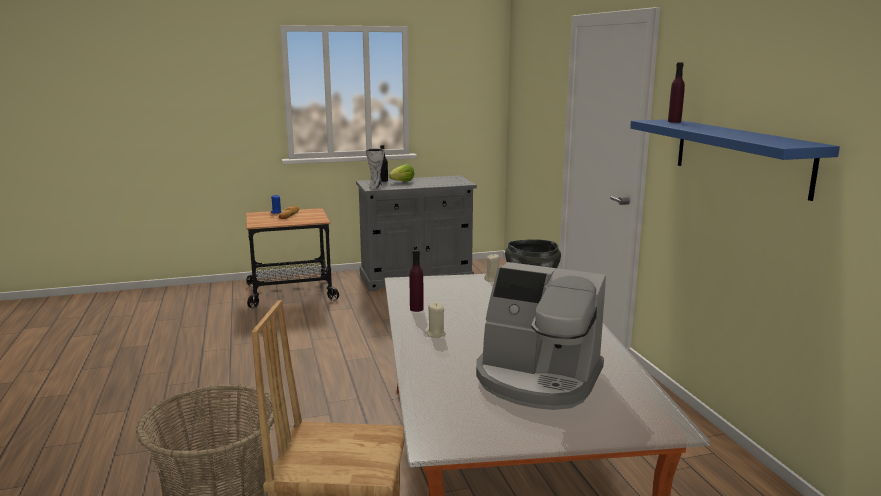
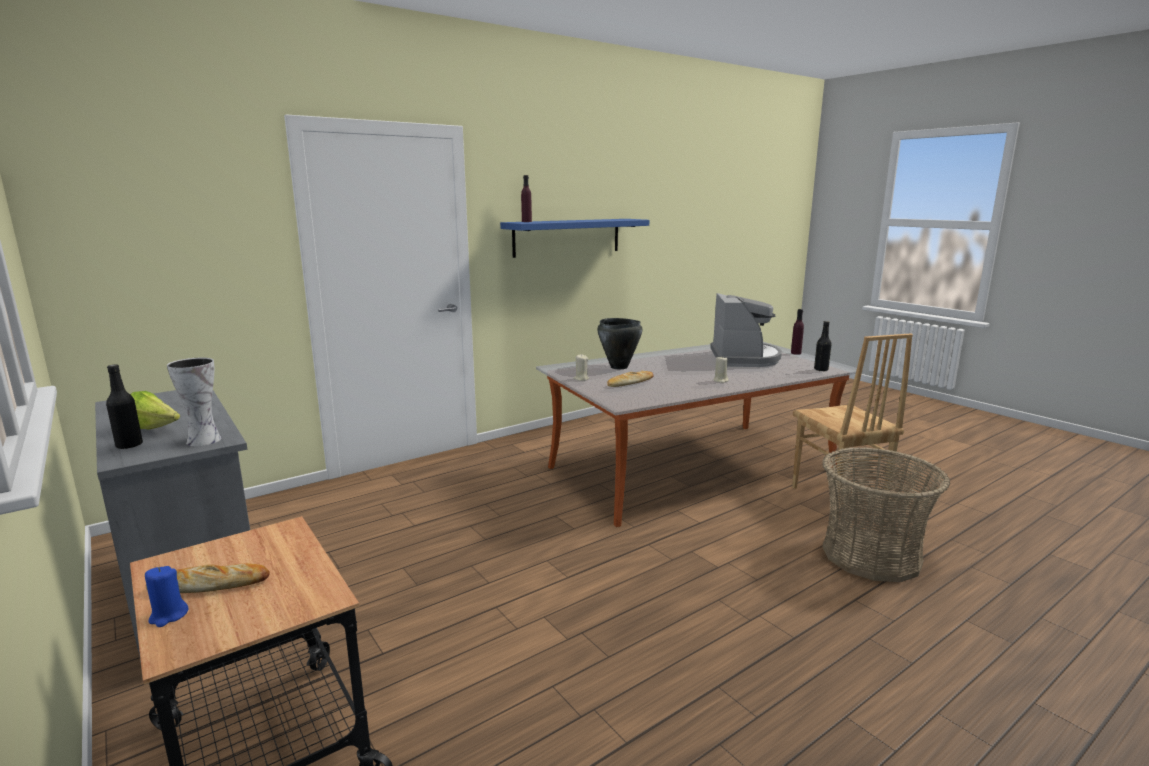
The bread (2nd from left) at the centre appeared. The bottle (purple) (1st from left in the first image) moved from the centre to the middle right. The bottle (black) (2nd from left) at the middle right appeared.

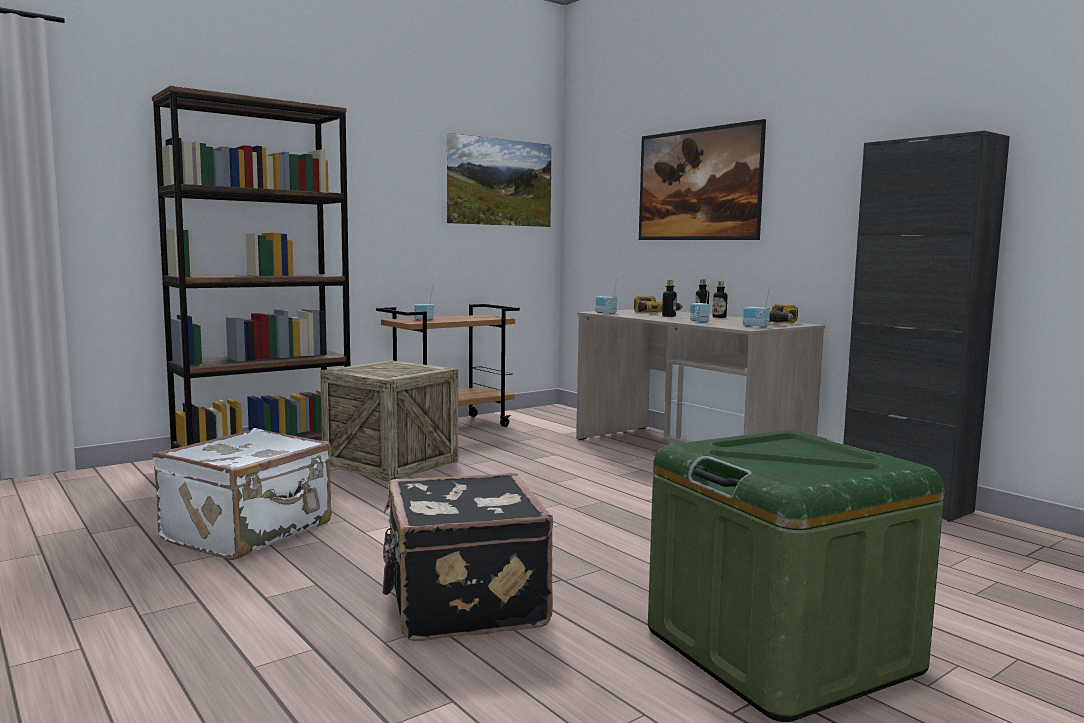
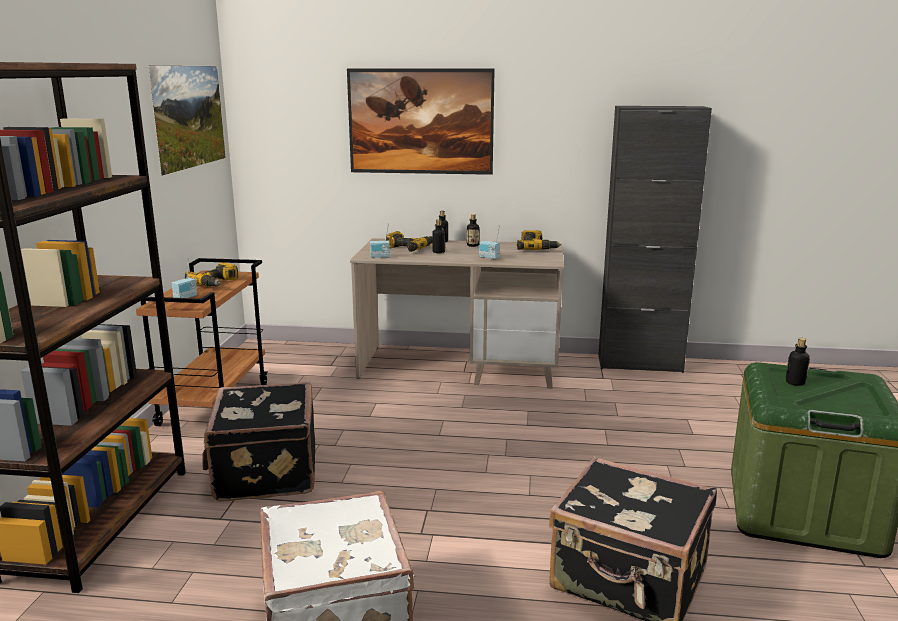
The power drill (1st from left) at the middle left appeared. The crate at the centre was replaced by the suitcase (black) (1st from left) at the bottom left. The bottle (4th from left) at the middle right appeared. The radio (4th from left) at the middle right disappeared.

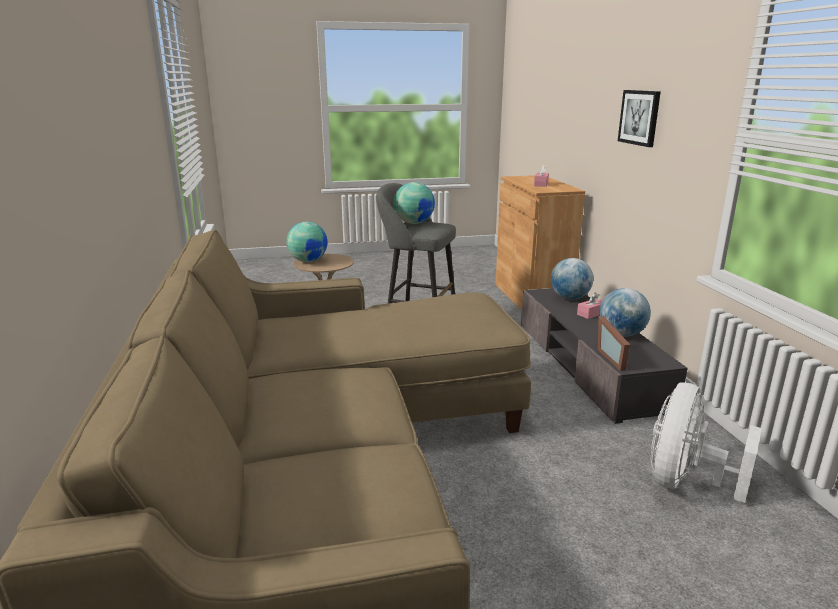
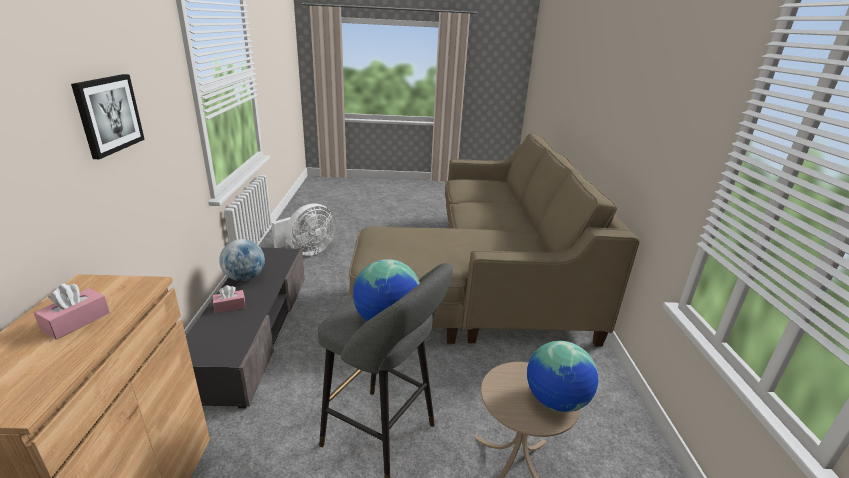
The globe (3rd from left) at the middle right disappeared. The picture frame at the middle right disappeared.

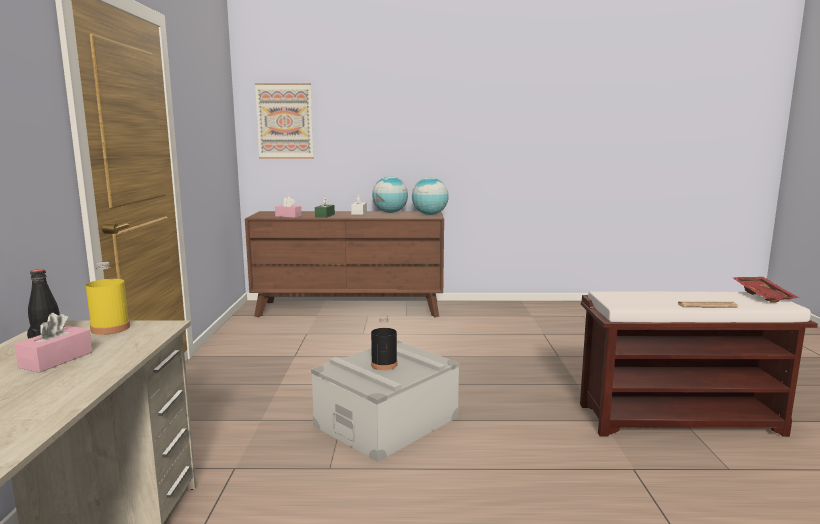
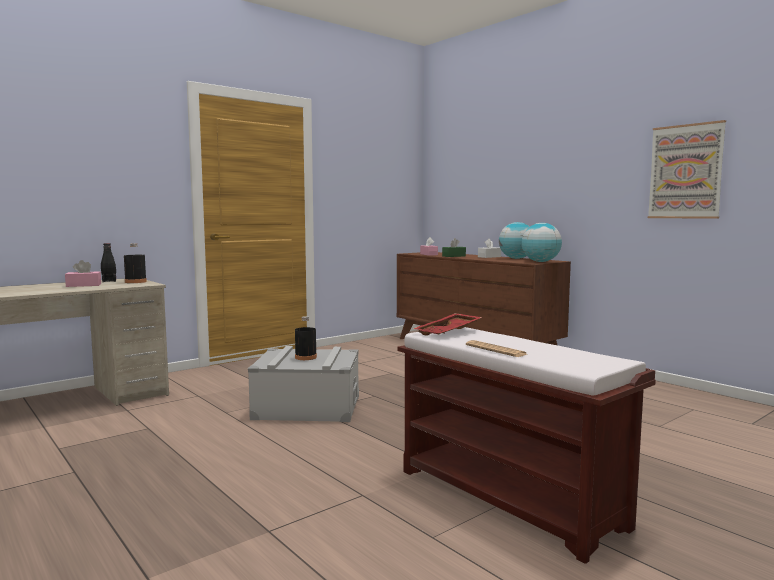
The bottle (yellow) at the middle left became the bottle (black) (2nd from left) at the middle left. The tray (red) moved from the middle right to the centre. The picture moved from the top centre to the top right.

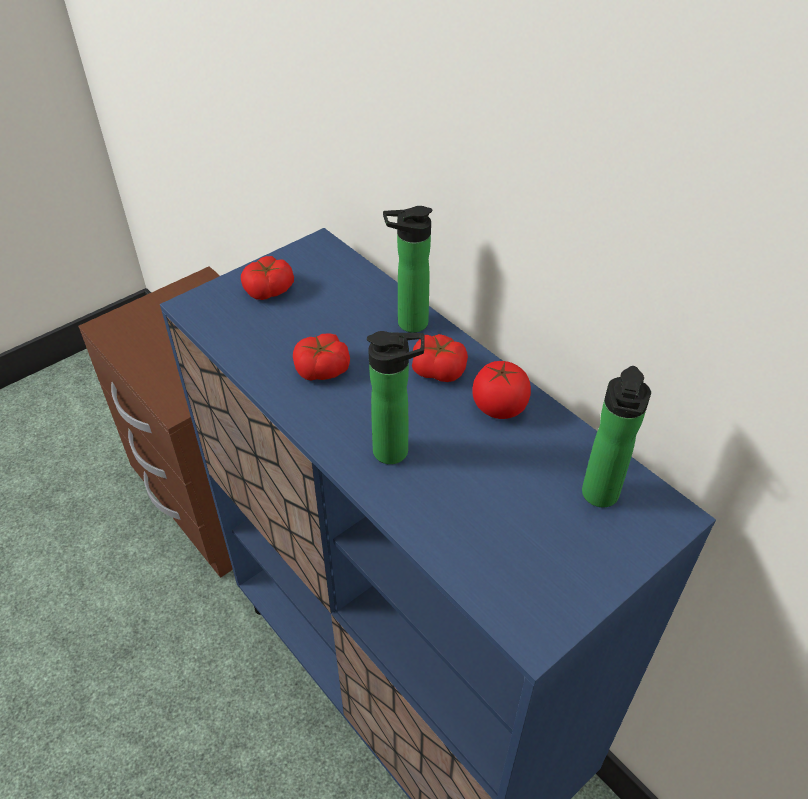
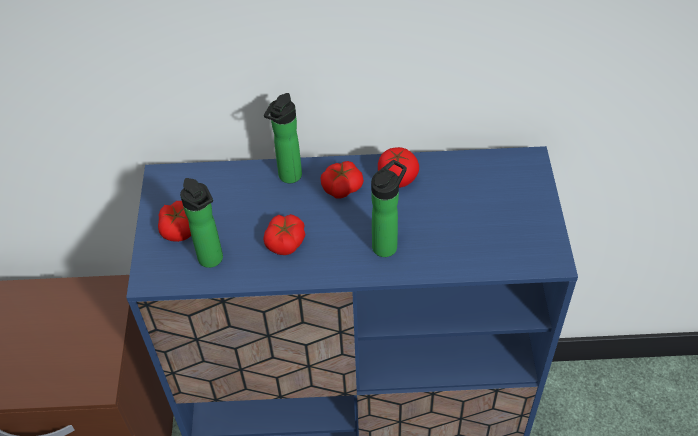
The bottle (3rd from left in the first image) moved from the middle right to the middle left.

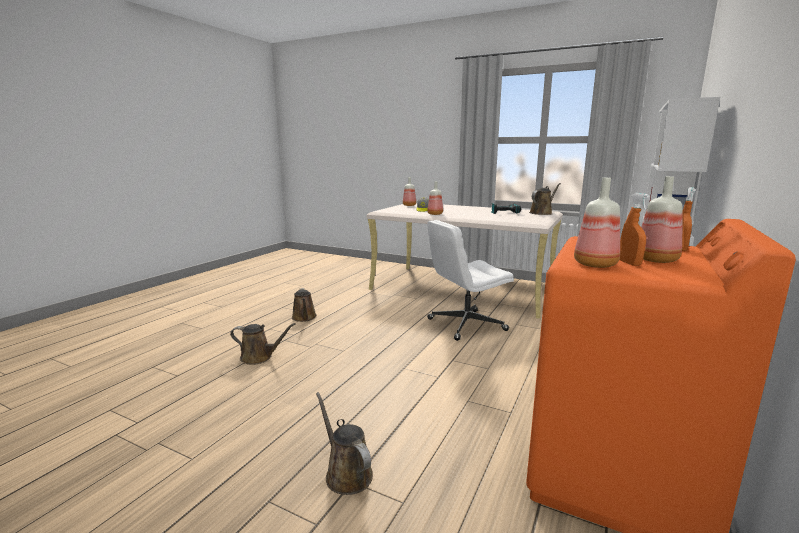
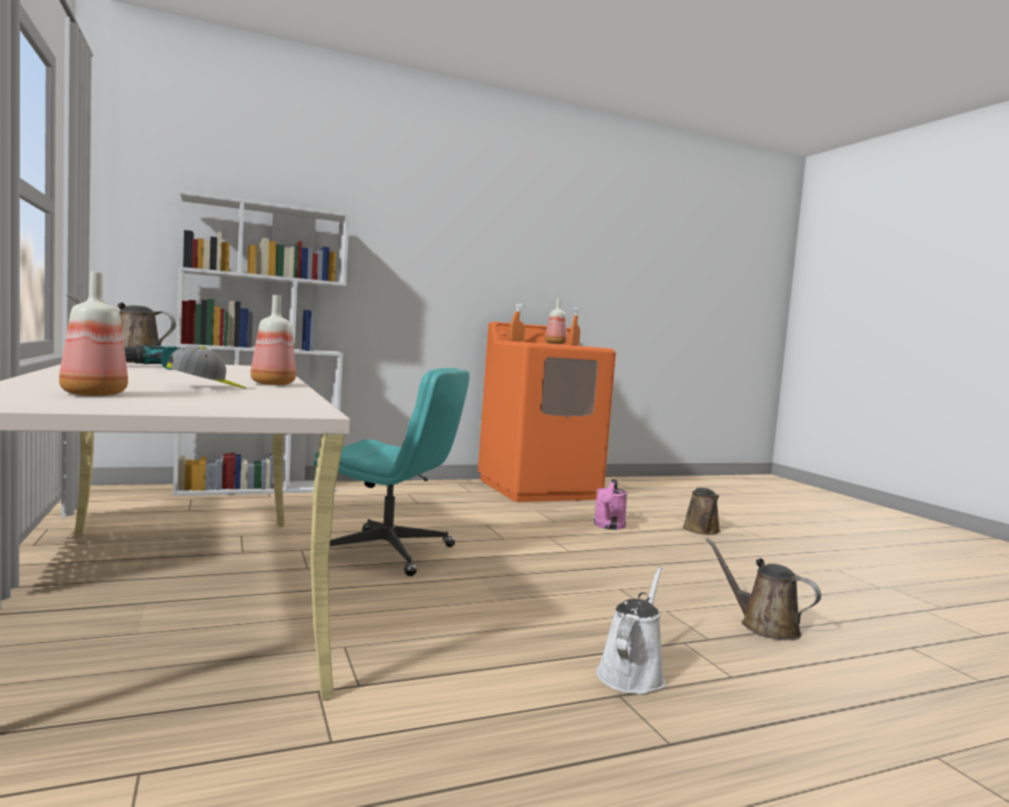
The office chair (white) at the centre became the office chair (turquoise) at the centre. The watering can (pink) at the centre appeared. The watering can (brown) (2nd from left) at the centre became the watering can (white) at the bottom centre. The bottle (3rd from left) at the middle right disappeared.

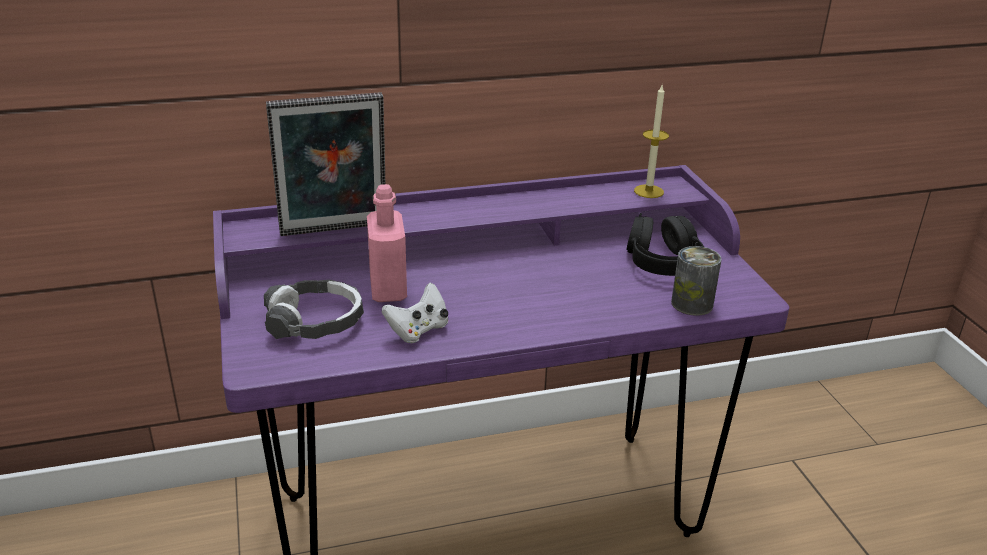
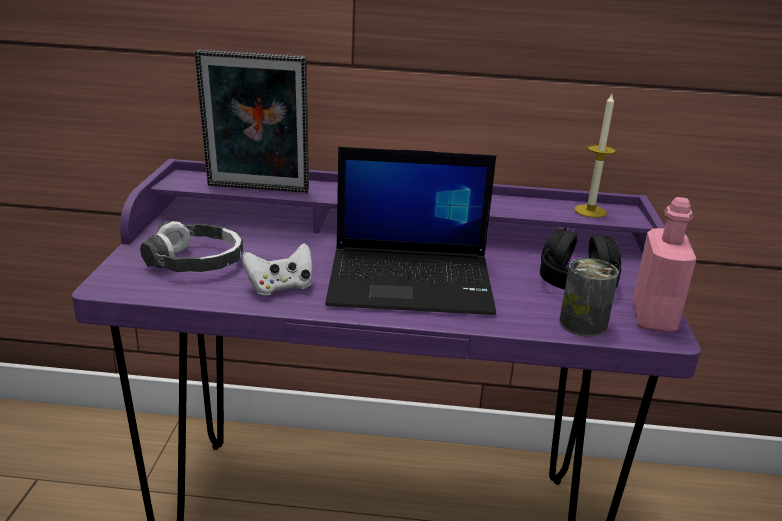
The laptop at the centre appeared. The bottle (pink) moved from the centre to the middle right.

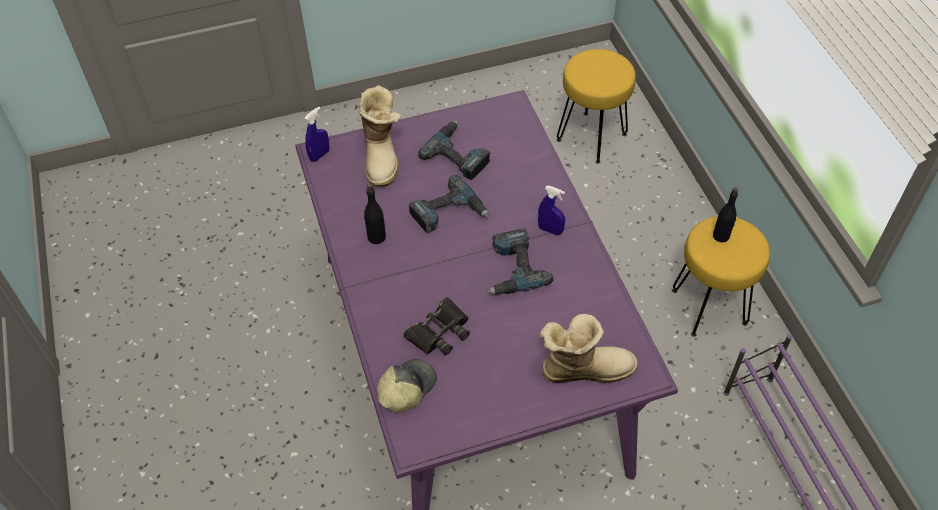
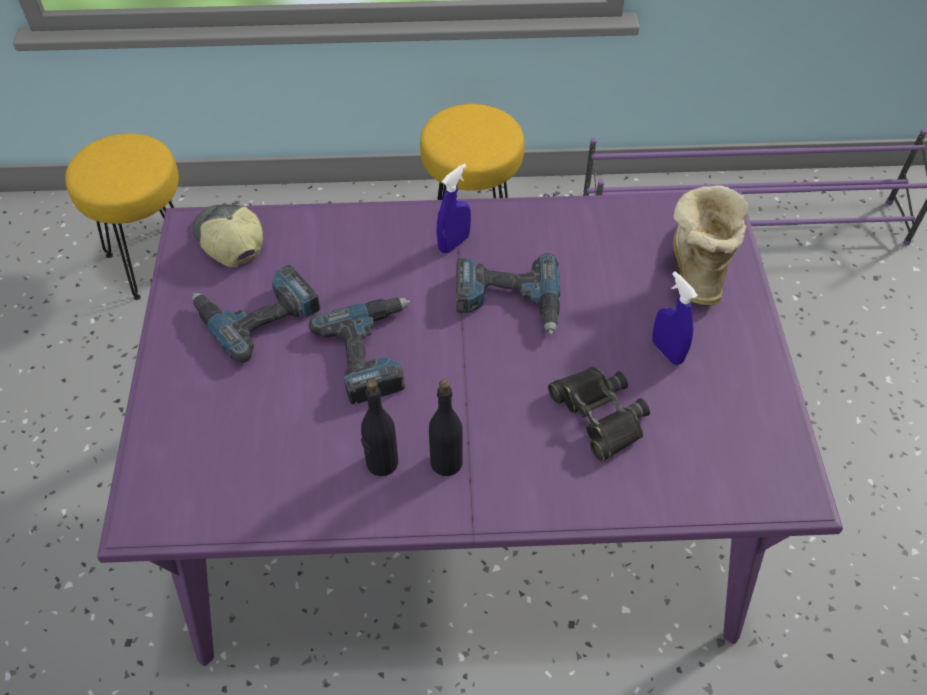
The cap moved from the bottom centre to the middle left. The bottle (black) (2nd from left) moved from the middle right to the centre. The spray bottle (blue) (1st from left in the first image) moved from the top centre to the middle right. The boot (1st from left) at the top centre disappeared.

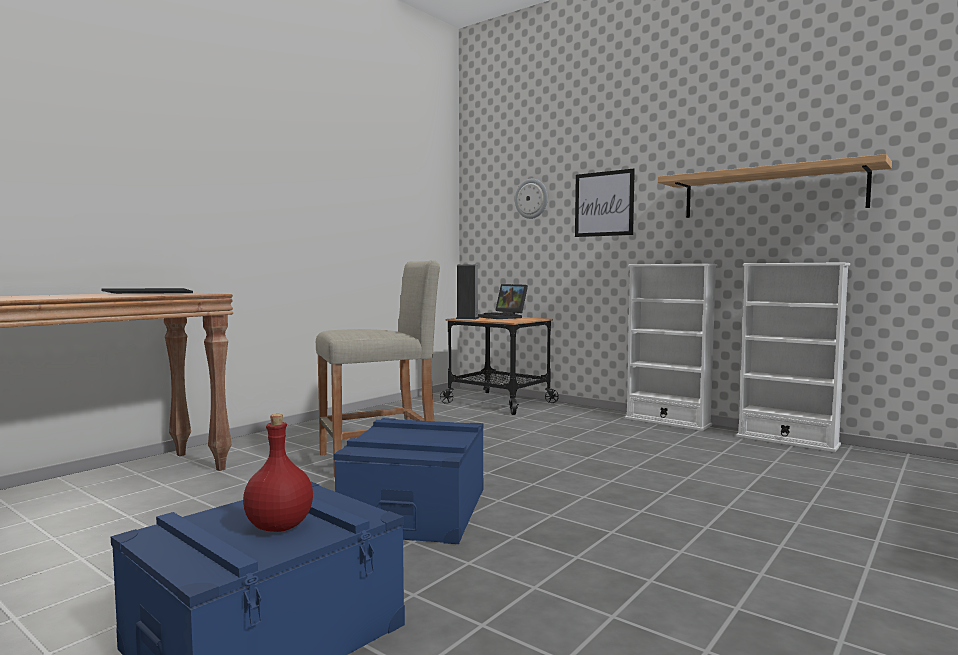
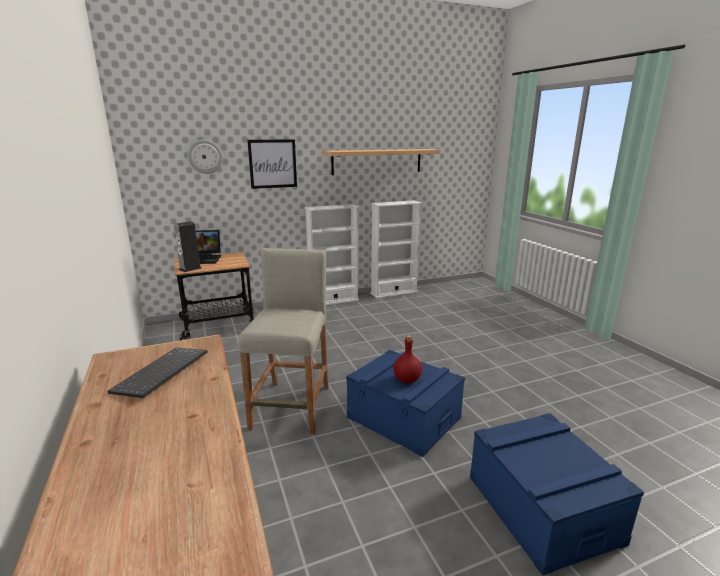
The bottle (red) moved from the bottom left to the centre.

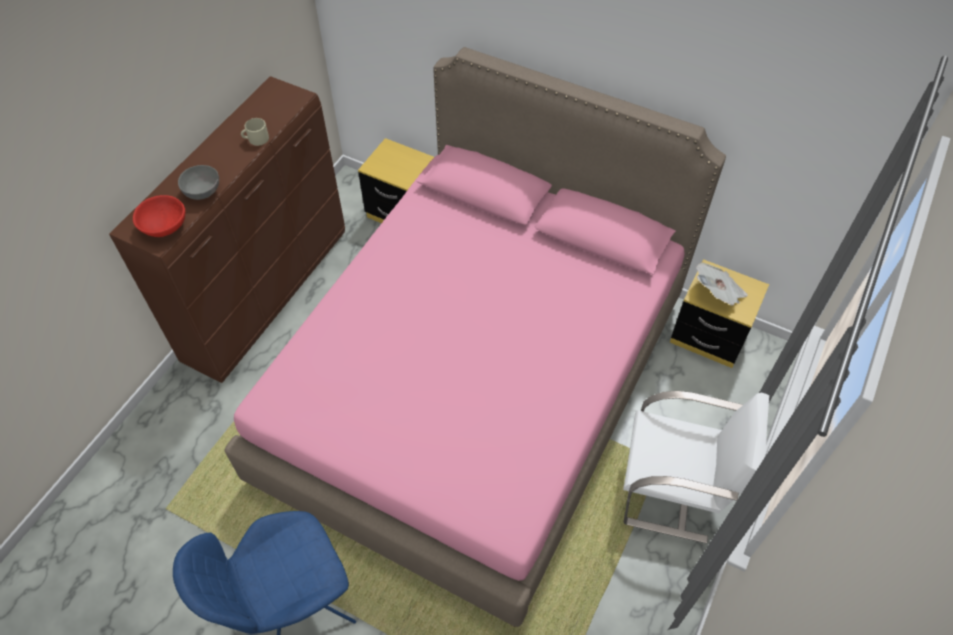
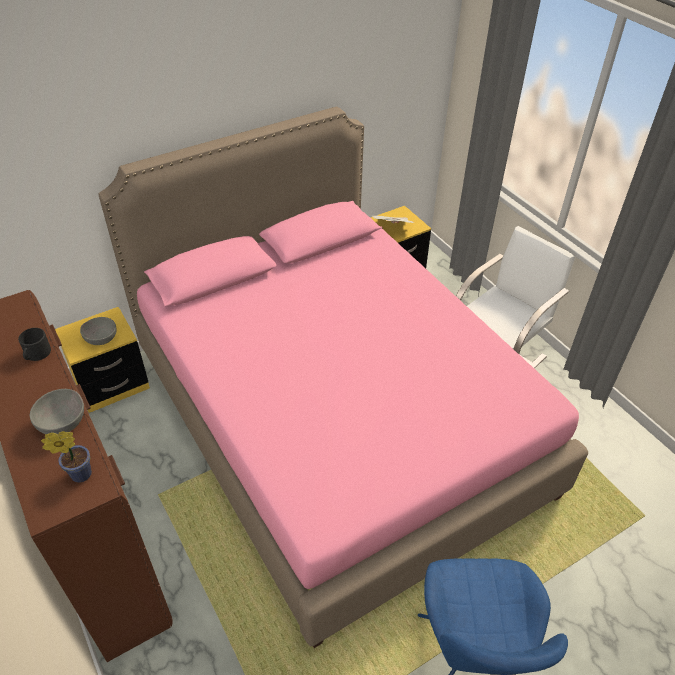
The mug (beige) at the top left became the mug (black) at the middle left. The bowl (red) at the middle left was replaced by the potted plant at the bottom left. The bowl (grey) (2nd from left) at the middle left appeared.

